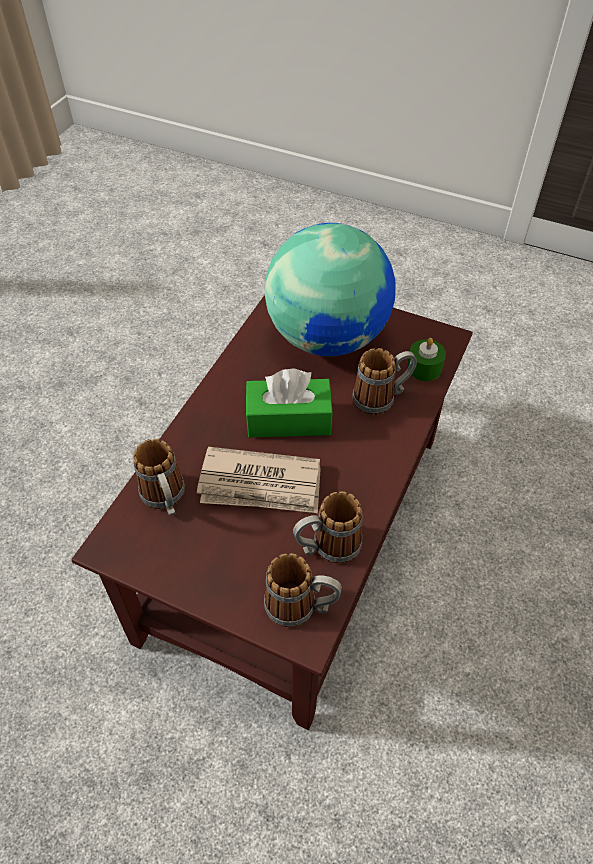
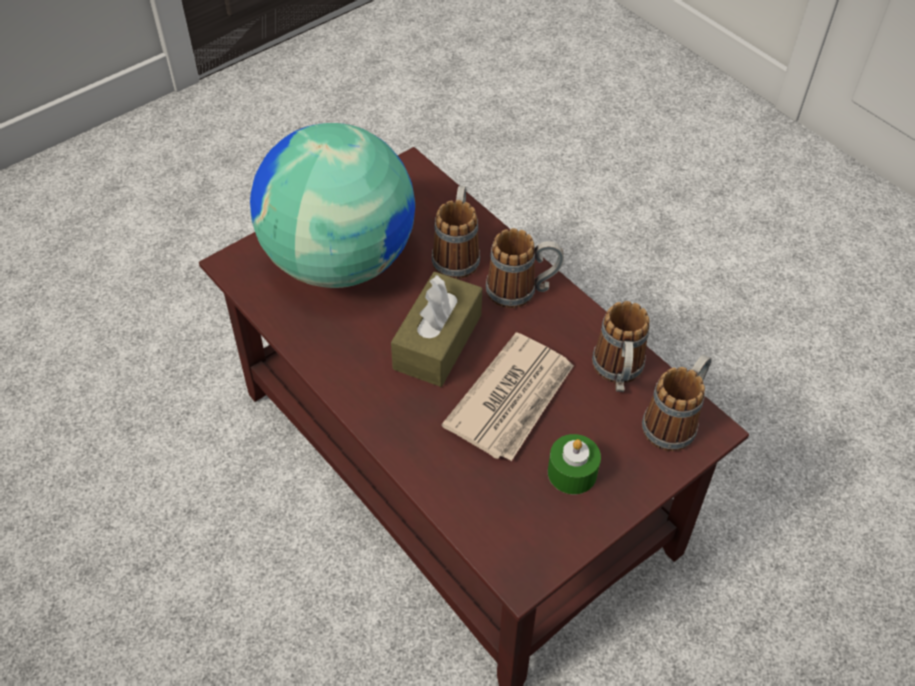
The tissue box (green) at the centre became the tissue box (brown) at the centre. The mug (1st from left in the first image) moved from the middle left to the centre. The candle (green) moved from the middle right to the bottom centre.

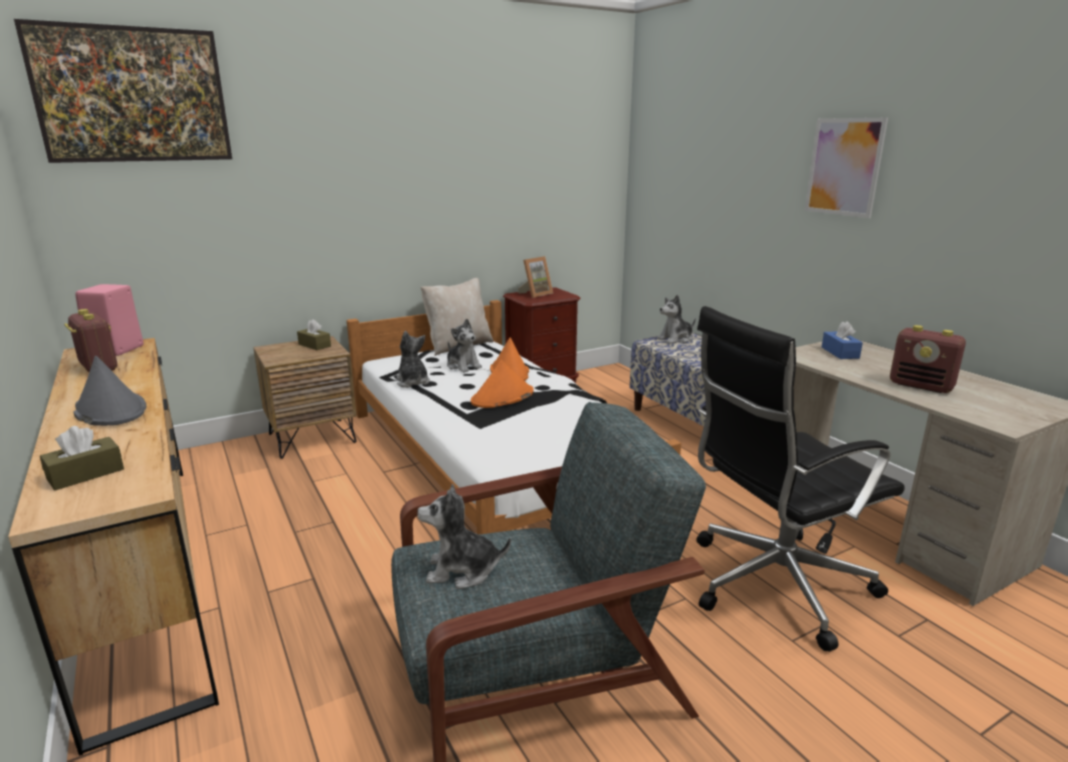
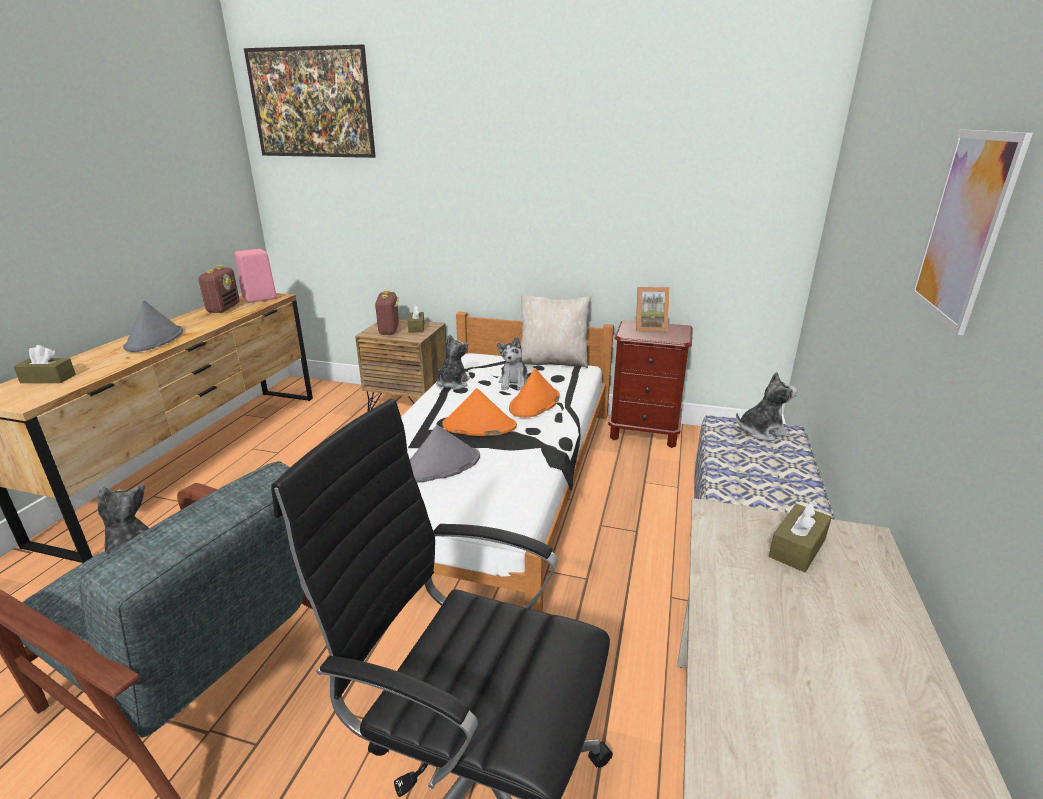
The radio (2nd from left) moved from the middle right to the centre. The hat (grey) (2nd from left) at the centre appeared. The plush toy (4th from left) at the centre turned 150 degrees clockwise. The tissue box (blue) at the middle right became the tissue box (brown) (3rd from left) at the bottom right.

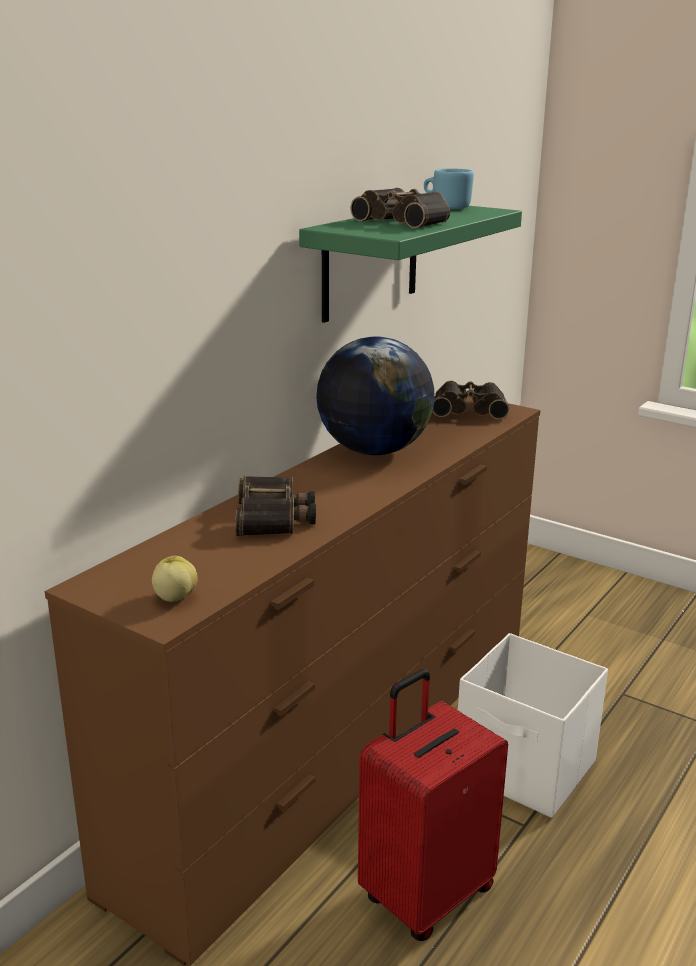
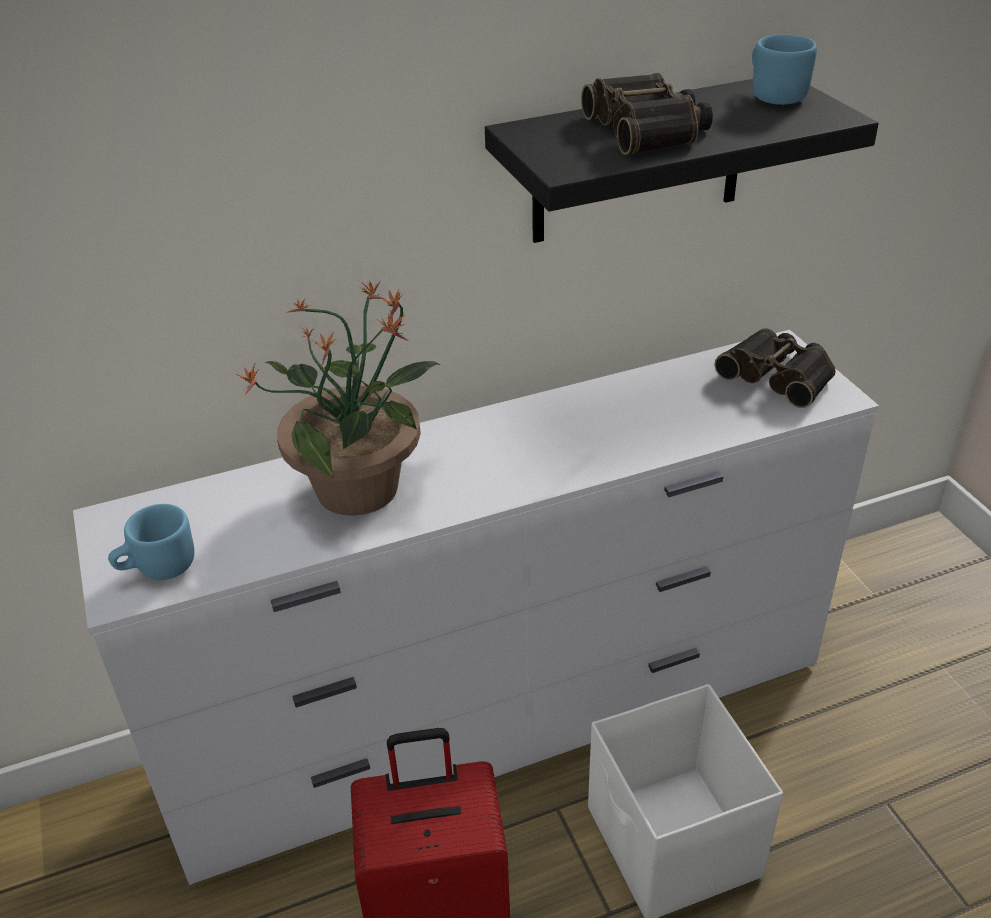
The dresser (brown) at the bottom centre became the dresser (white) at the centre. The apple at the middle left was replaced by the mug (blue) (1st from left) at the middle left. The binoculars (1st from left) at the centre was replaced by the potted plant at the centre. The shelf (green) at the top centre became the shelf (black) at the top right. The globe at the centre disappeared.

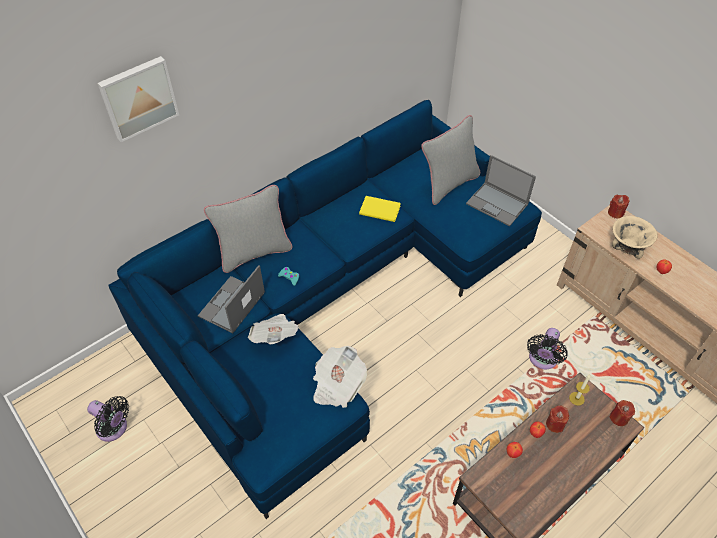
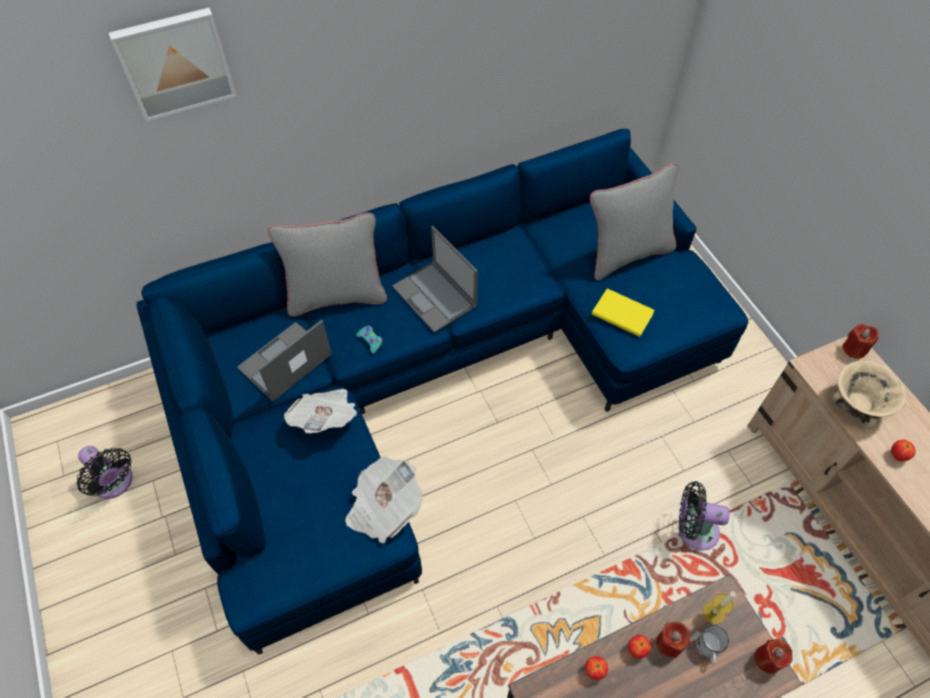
The laptop (2nd from left) moved from the middle right to the centre. The book (yellow) moved from the centre to the middle right. The fan (black) (2nd from left) at the middle right turned 60 degrees clockwise. The mug (white) at the bottom right appeared.

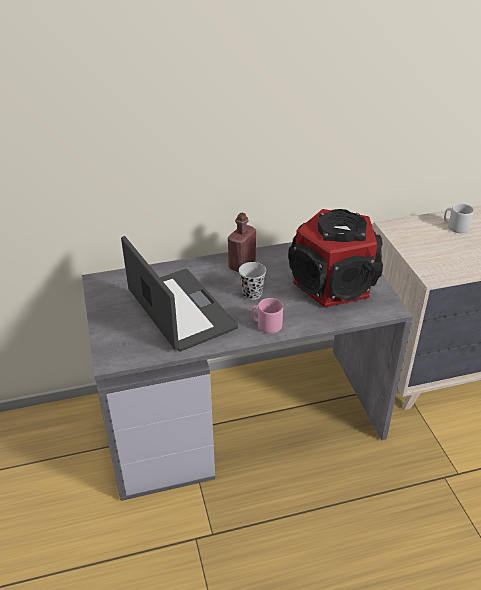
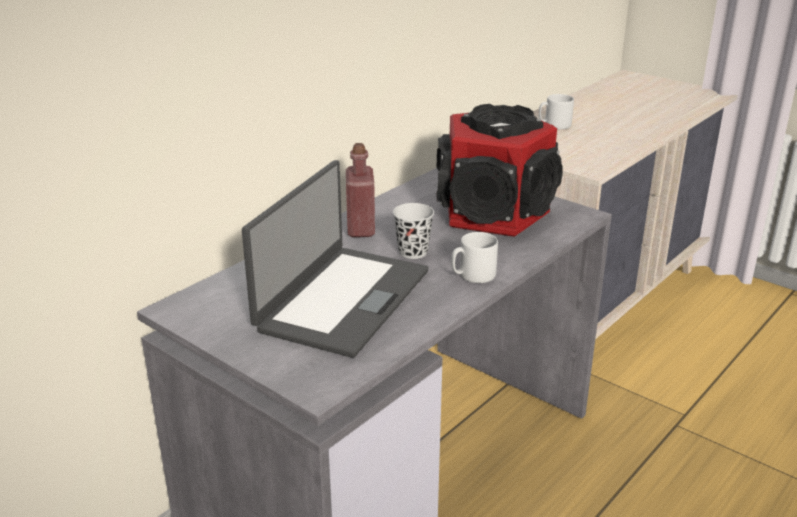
The laptop at the centre turned 90 degrees clockwise. The mug (pink) at the centre became the mug (grey) (1st from left) at the centre.

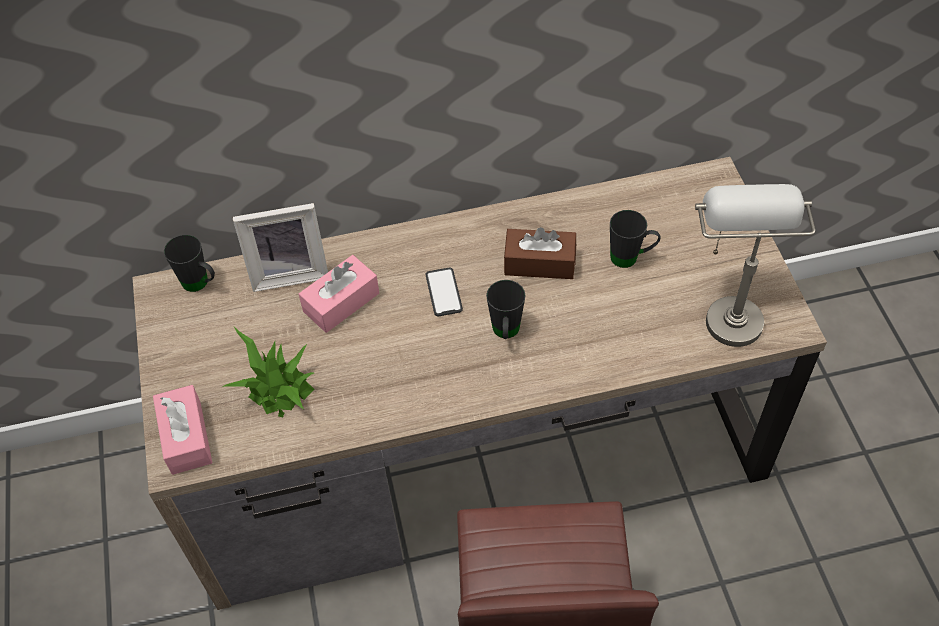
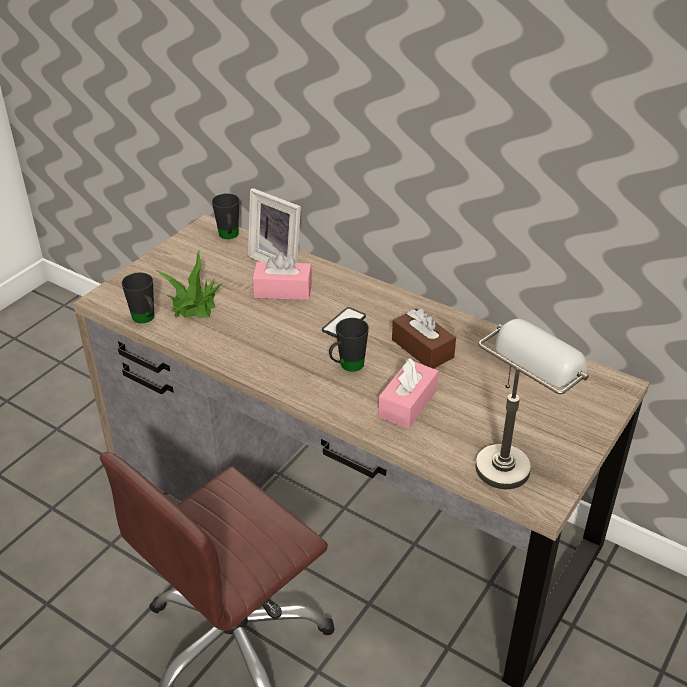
The mug (black) (3rd from left in the first image) moved from the middle right to the middle left. The tissue box (pink) (1st from left in the first image) moved from the bottom left to the centre.

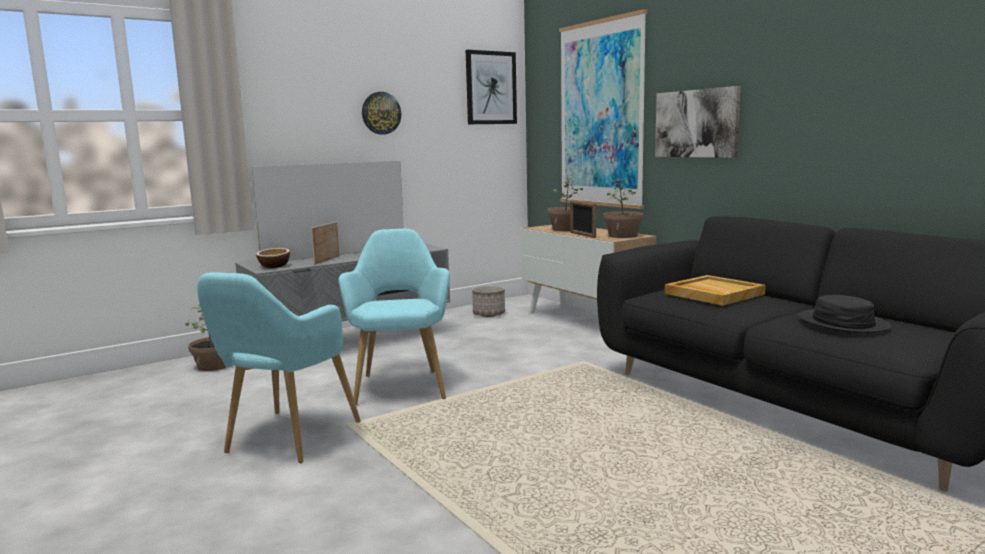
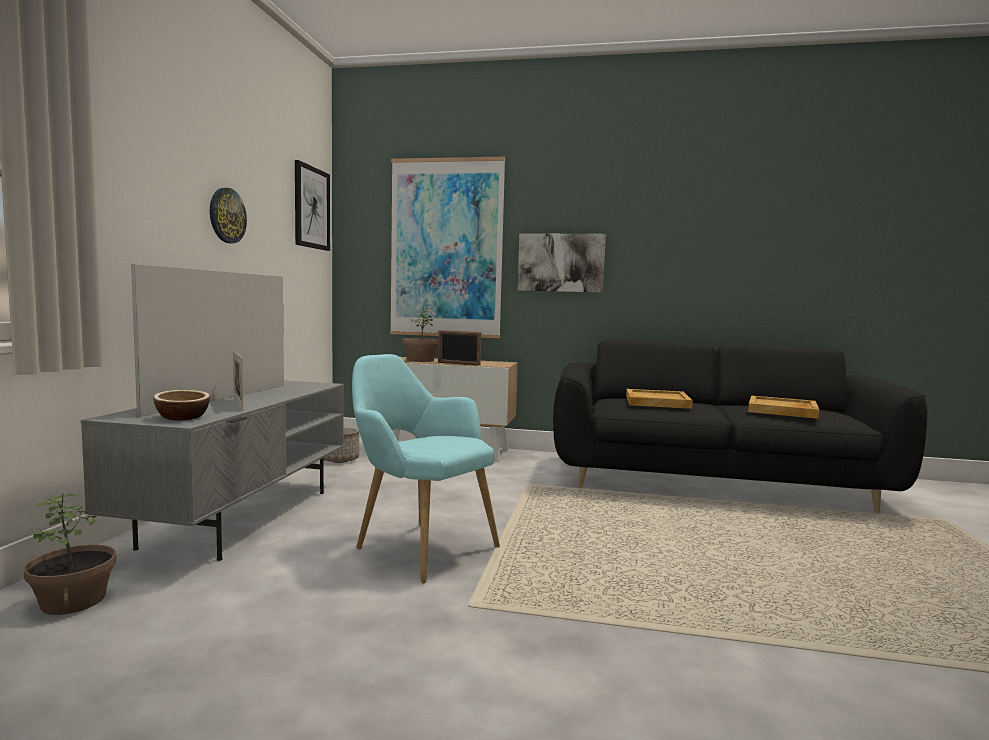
The hat (black) at the middle right was replaced by the tray (beige) (2nd from left) at the middle right. The armchair (turquoise) (1st from left) at the middle left disappeared. The potted plant (3rd from left) at the centre disappeared.

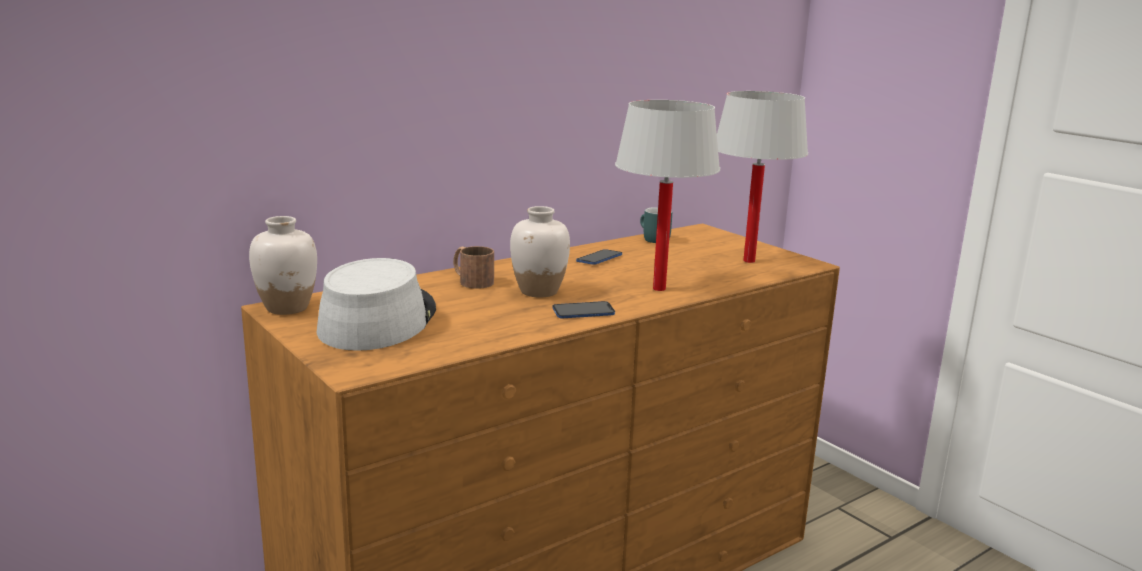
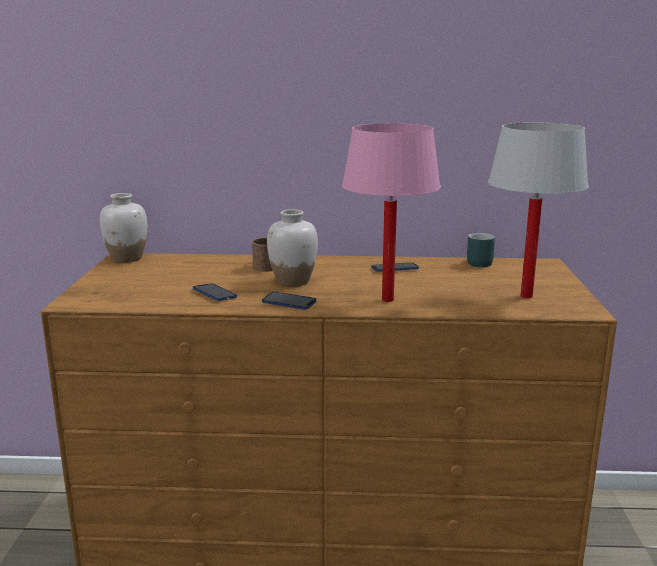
The phone (1st from left) at the middle left appeared. The table lamp (white) (1st from left) at the centre became the table lamp (pink) at the centre. The hat (grey) at the middle left disappeared.

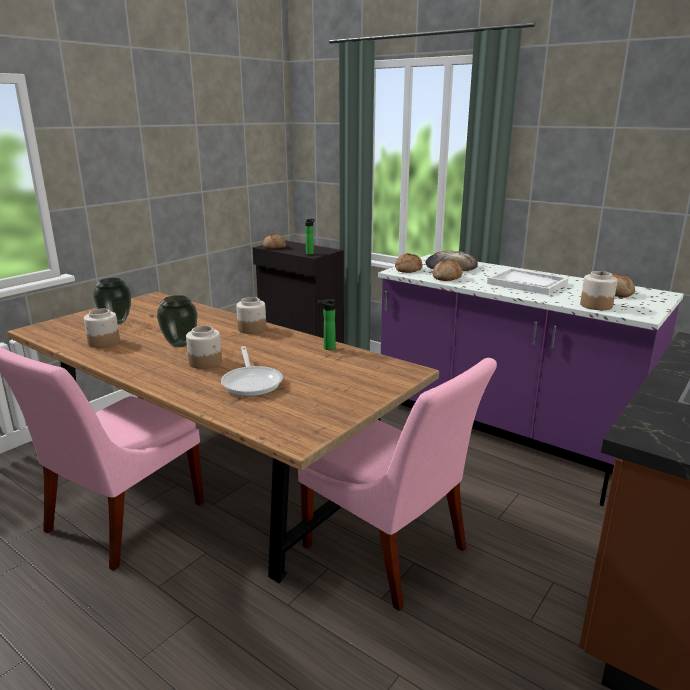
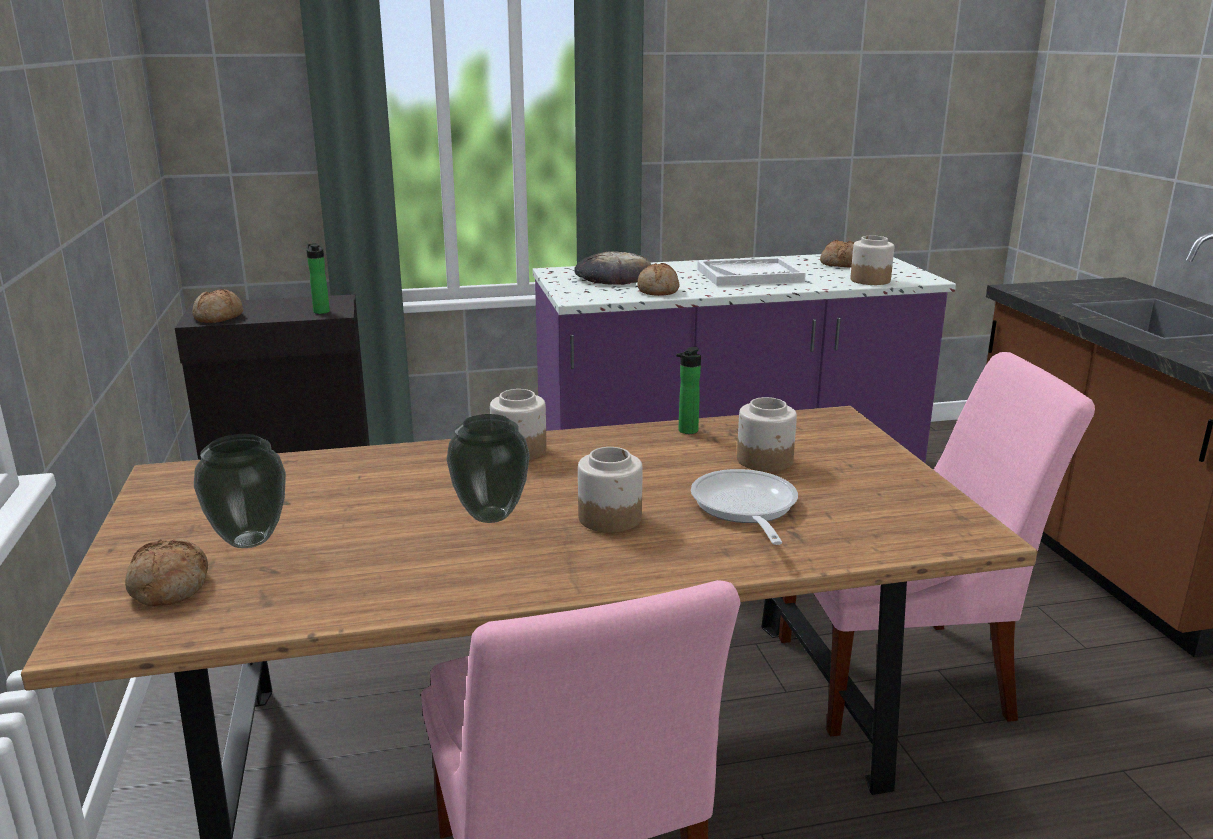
The bread (2nd from left in the first image) moved from the centre to the bottom left. The frying pan at the centre turned 120 degrees counterclockwise. The jar (1st from left in the first image) moved from the middle left to the centre.

